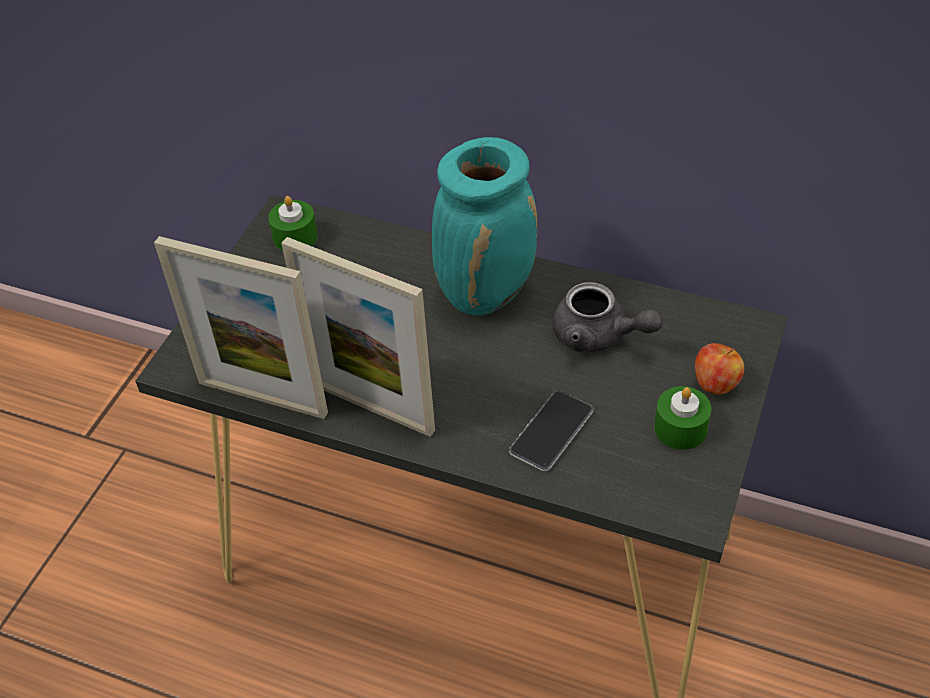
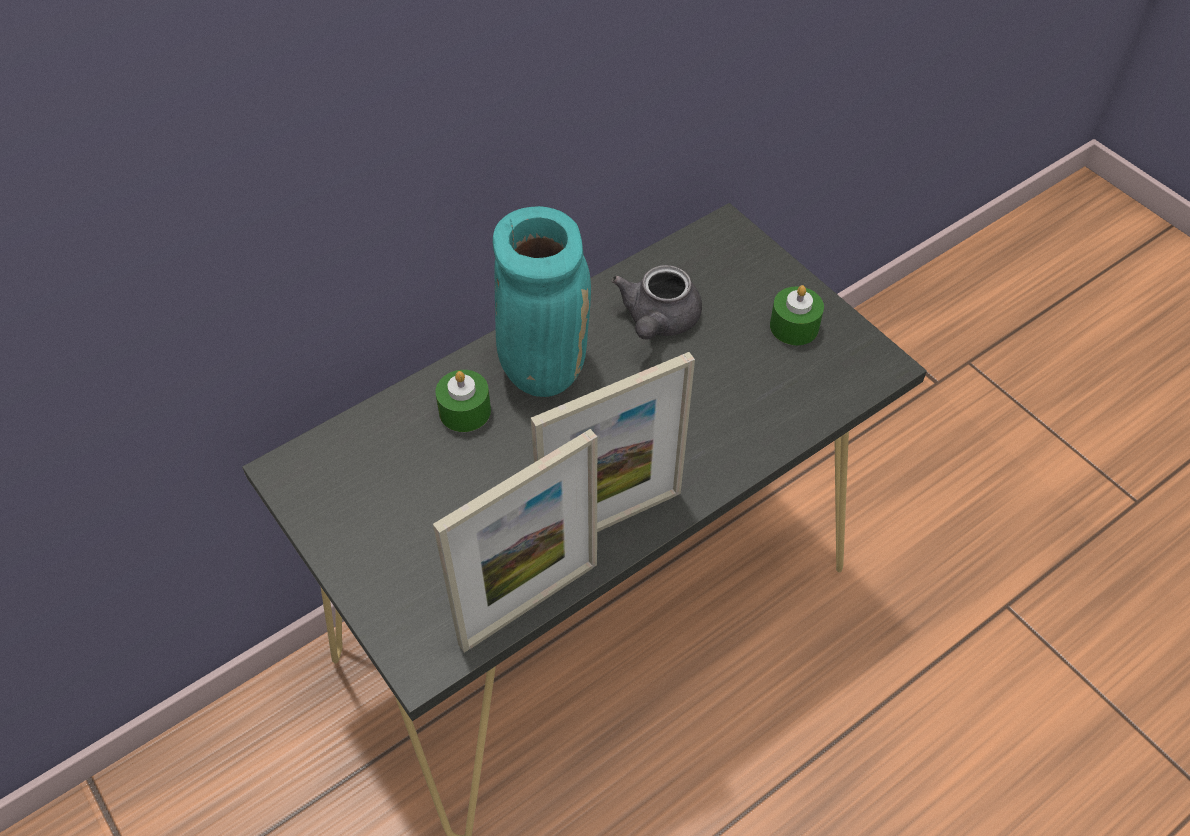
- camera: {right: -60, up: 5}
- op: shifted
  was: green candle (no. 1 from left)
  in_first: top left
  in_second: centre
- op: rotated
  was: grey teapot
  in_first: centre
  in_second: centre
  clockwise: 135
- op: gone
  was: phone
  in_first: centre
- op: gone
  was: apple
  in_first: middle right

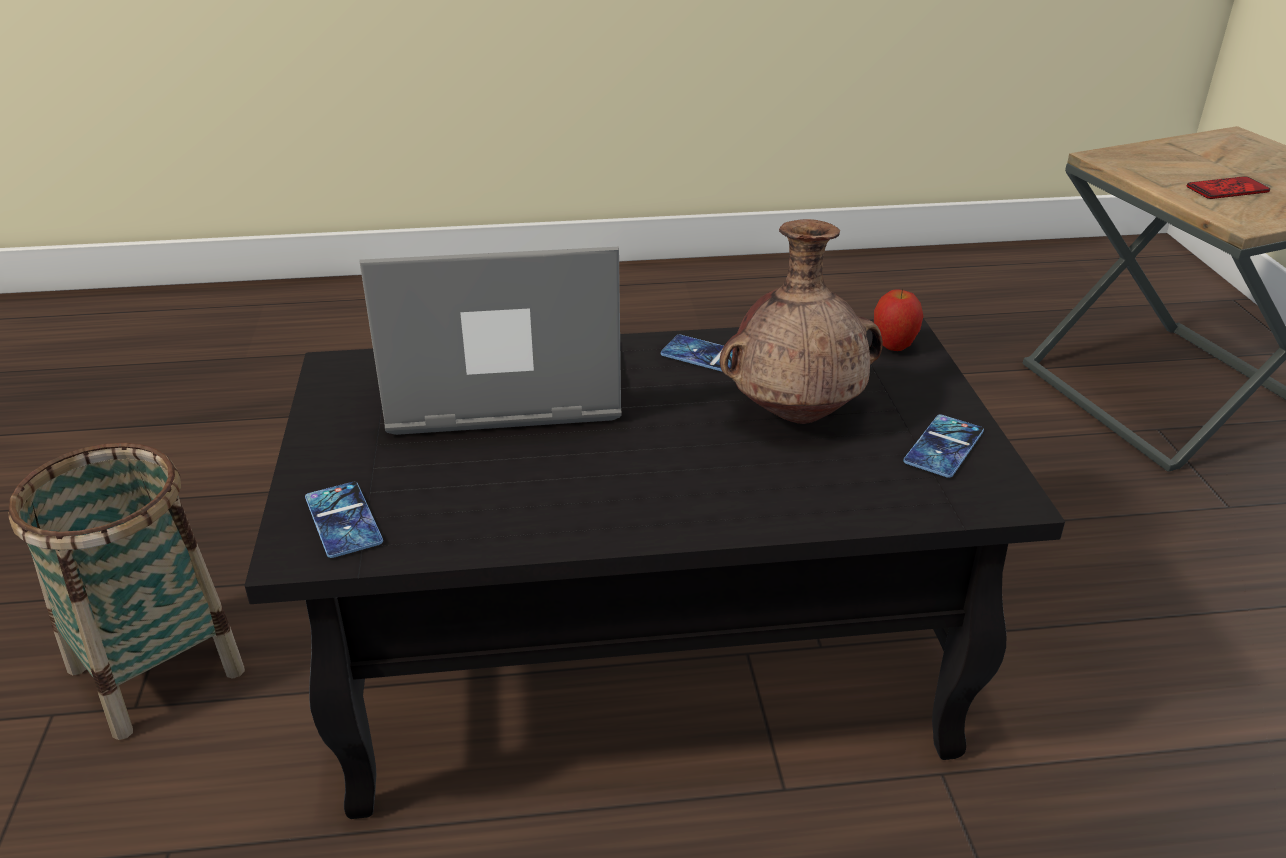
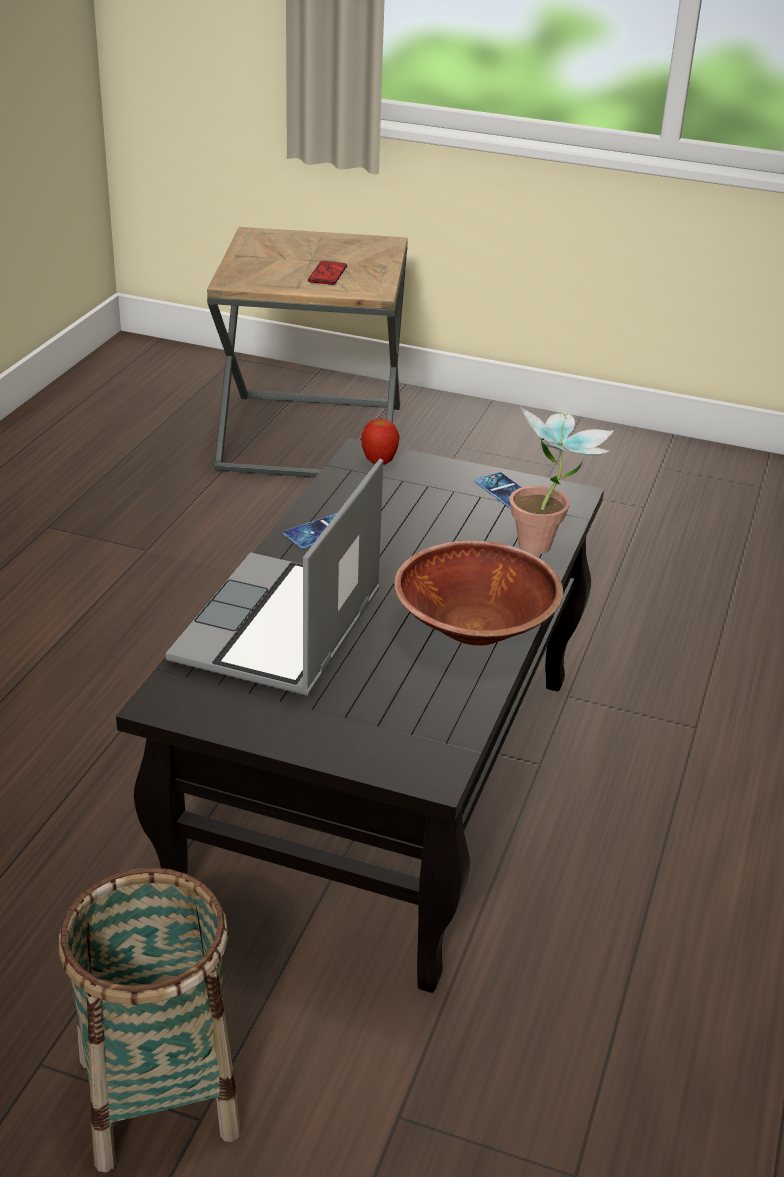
- camera: {right: -65, up: 0}
- op: new
  now: brown bowl
  in_second: centre
- op: new
  now: potted plant
  in_second: middle right
- op: gone
  was: phone (no. 1 from left)
  in_first: middle left
- op: gone
  was: brown vase
  in_first: centre

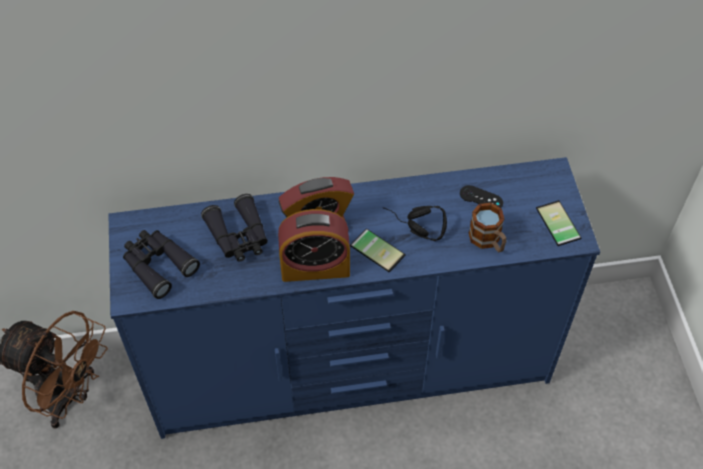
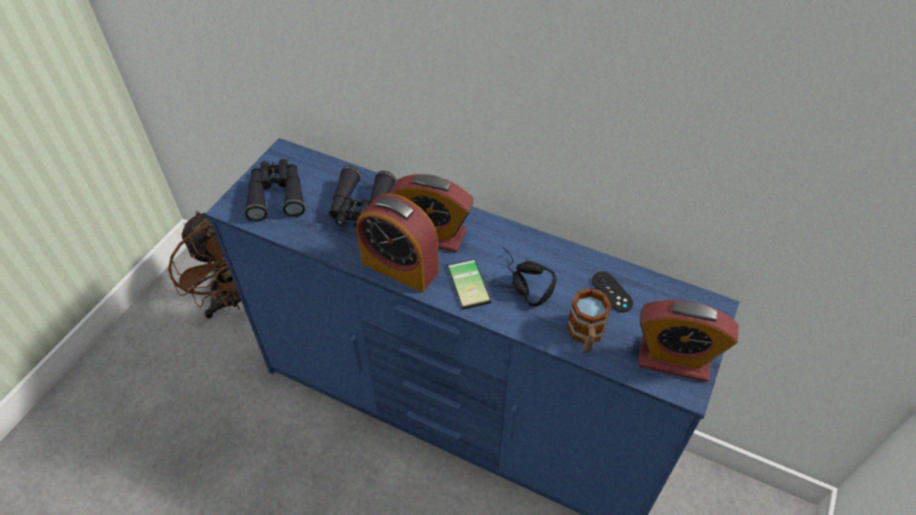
- camera: {right: 35, up: -5}
- op: swapped
  was: phone (no. 2 from left)
  now: alarm clock (no. 3 from left)
  in_first: middle right
  in_second: middle right

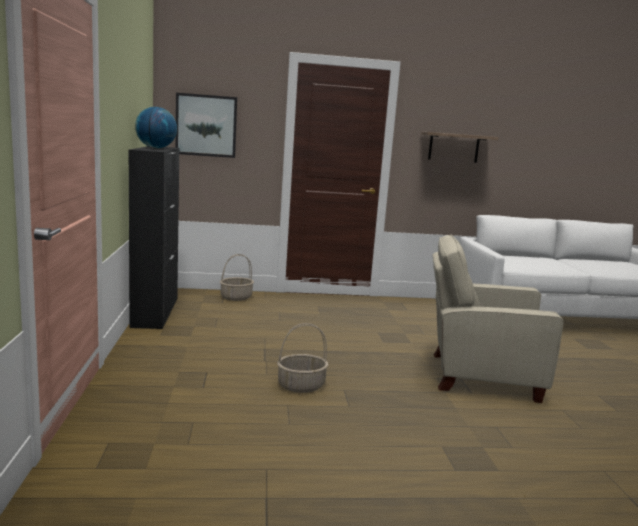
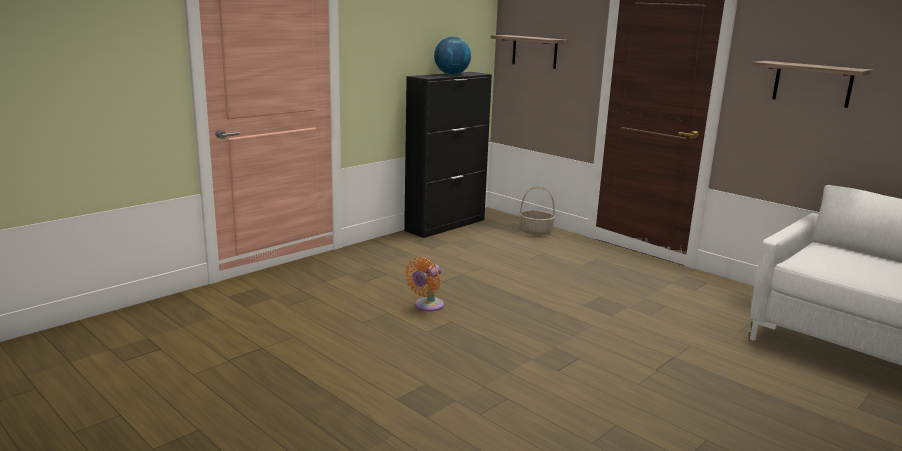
- camera: {right: 50, up: 5}
- op: swapped
  was: basket (no. 2 from left)
  now: orange fan
  in_first: bottom centre
  in_second: centre
- op: swapped
  was: picture
  now: shelf (no. 1 from left)
  in_first: top left
  in_second: top centre
- op: gone
  was: beige armchair
  in_first: middle right

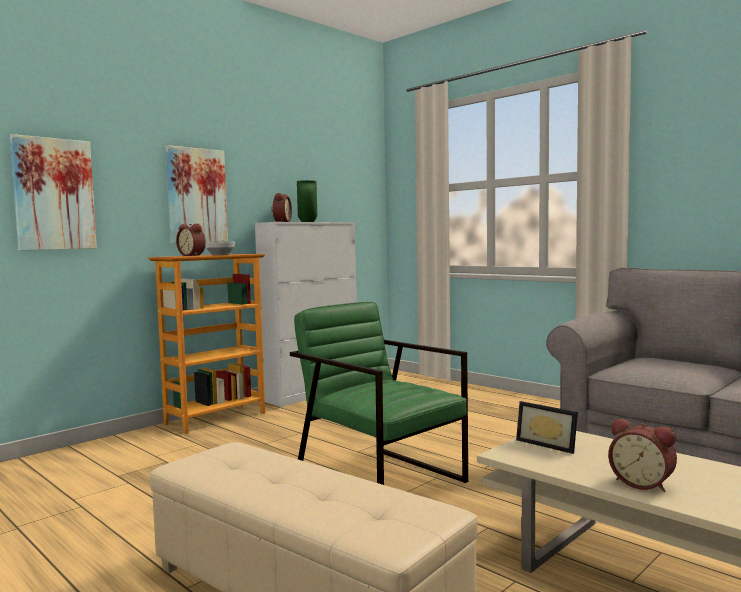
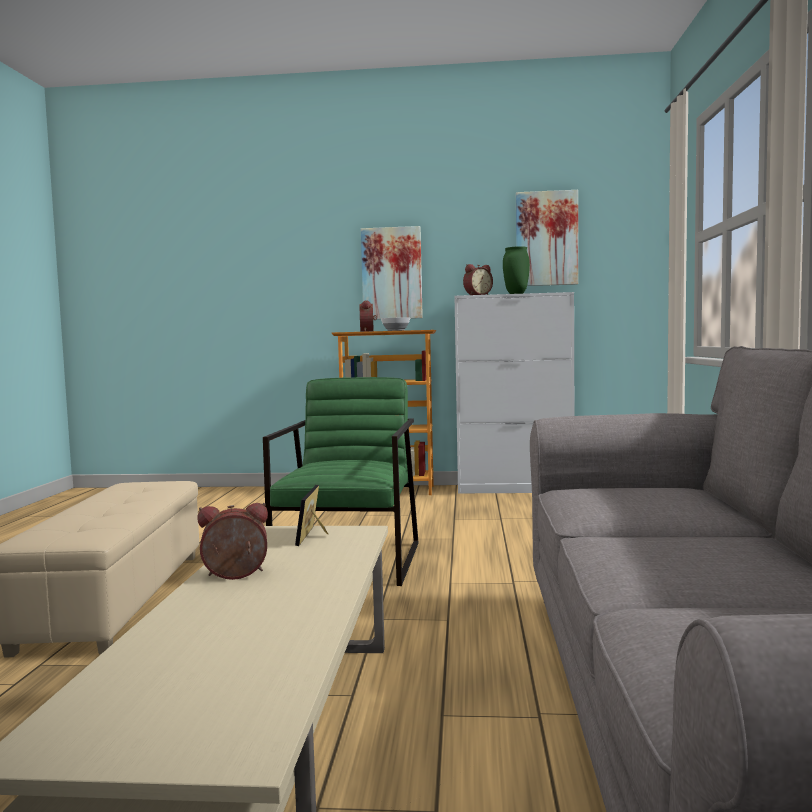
- camera: {right: 50, up: 0}
- op: rotated
  was: alarm clock (no. 3 from left in the first image)
  in_first: bottom right
  in_second: middle left
  clockwise: 75
- op: shifted
  was: picture (no. 1 from left in the first image)
  now: picture (no. 2 from left)
  in_first: top left
  in_second: top right

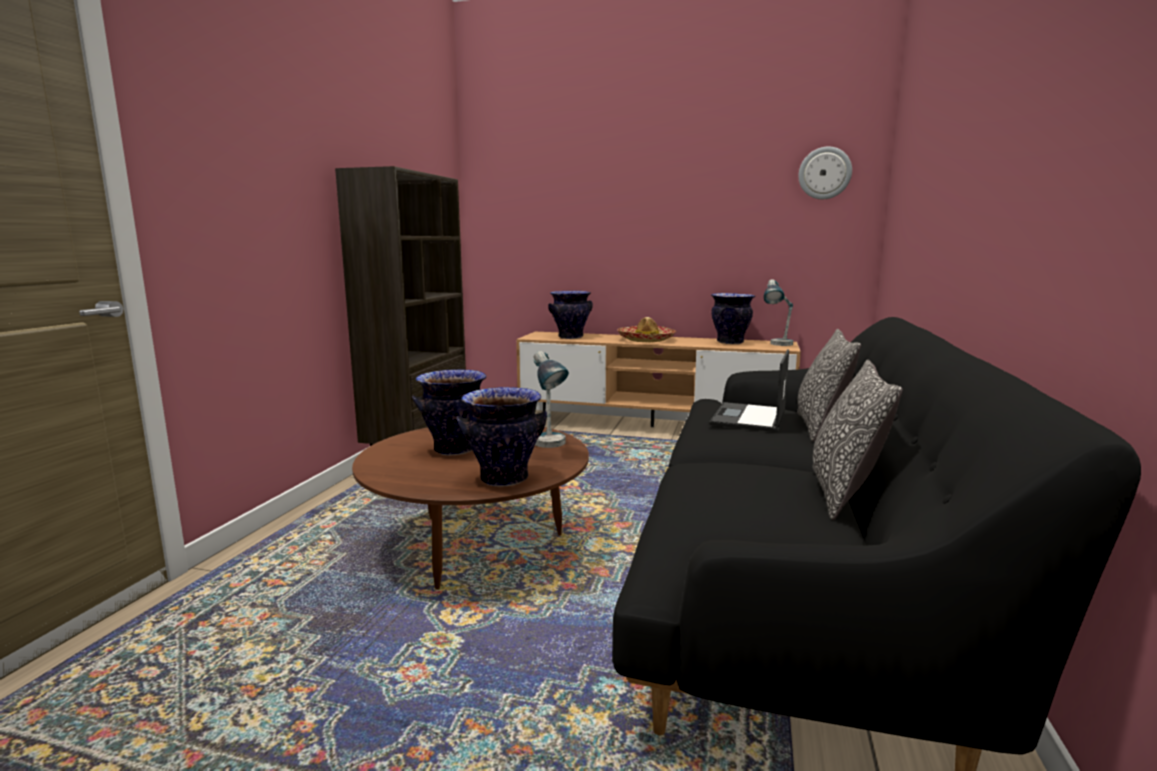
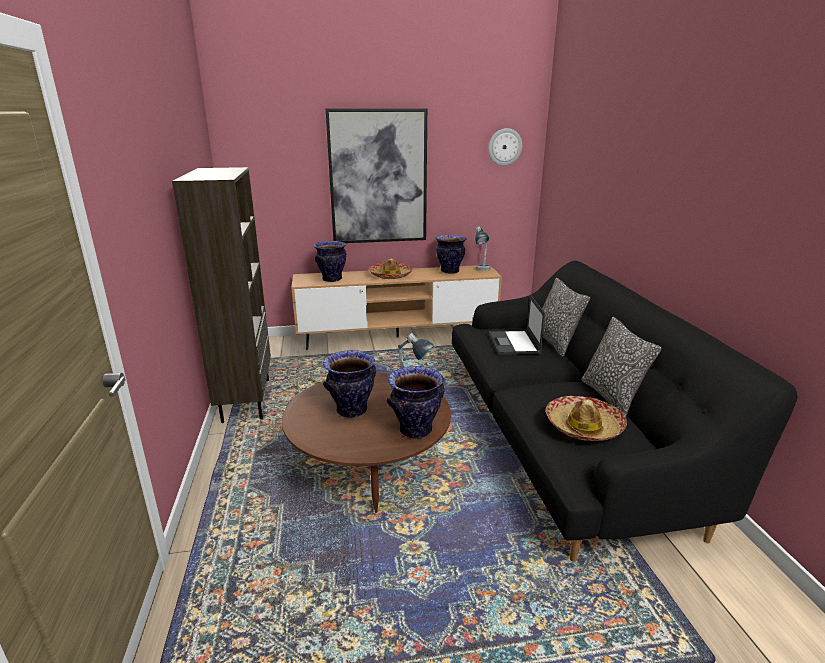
- camera: {right: -25, up: 10}
- op: new
  now: picture
  in_second: top centre
- op: new
  now: hat (no. 2 from left)
  in_second: middle right

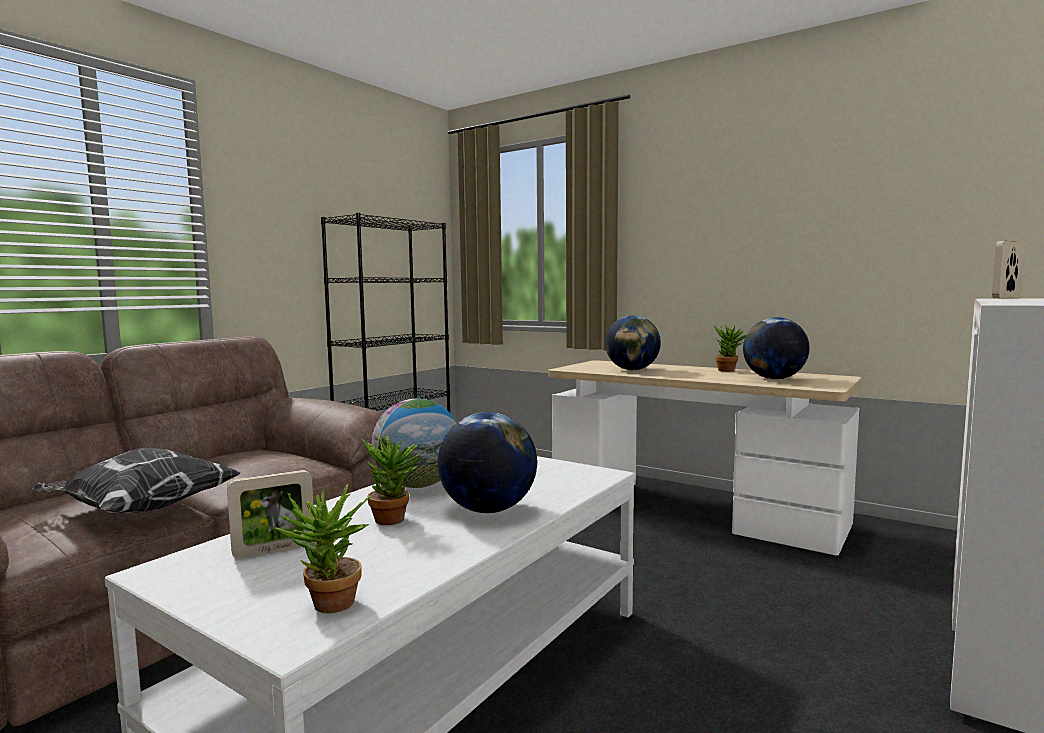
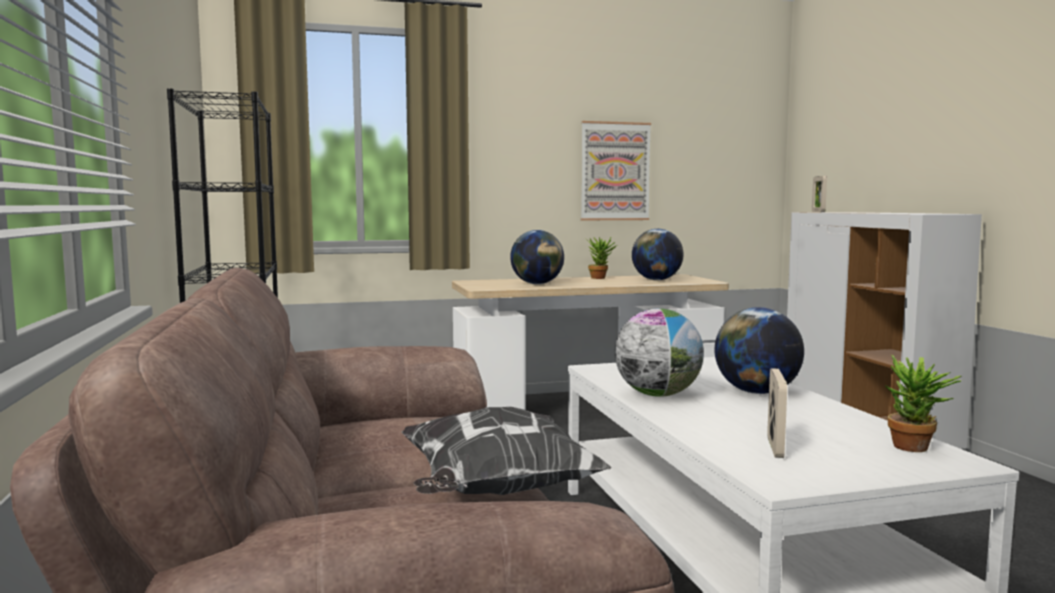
- camera: {right: -50, up: 0}
- op: new
  now: picture
  in_second: top centre
- op: gone
  was: potted plant (no. 2 from left)
  in_first: centre

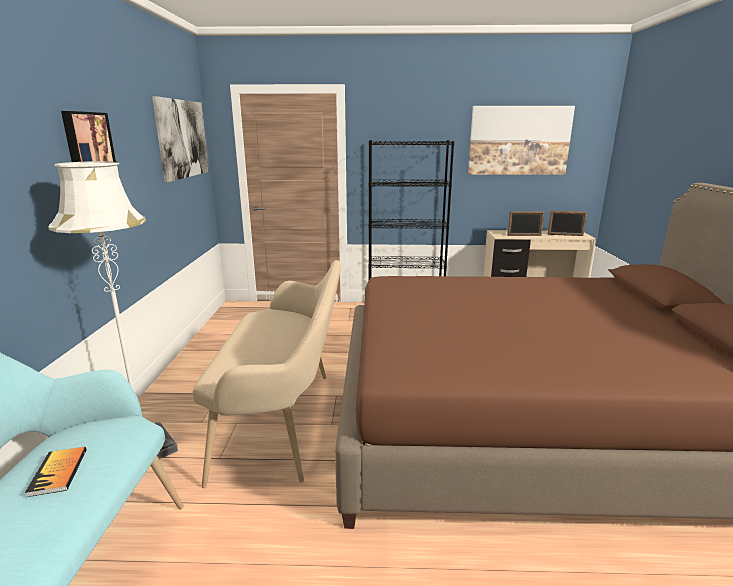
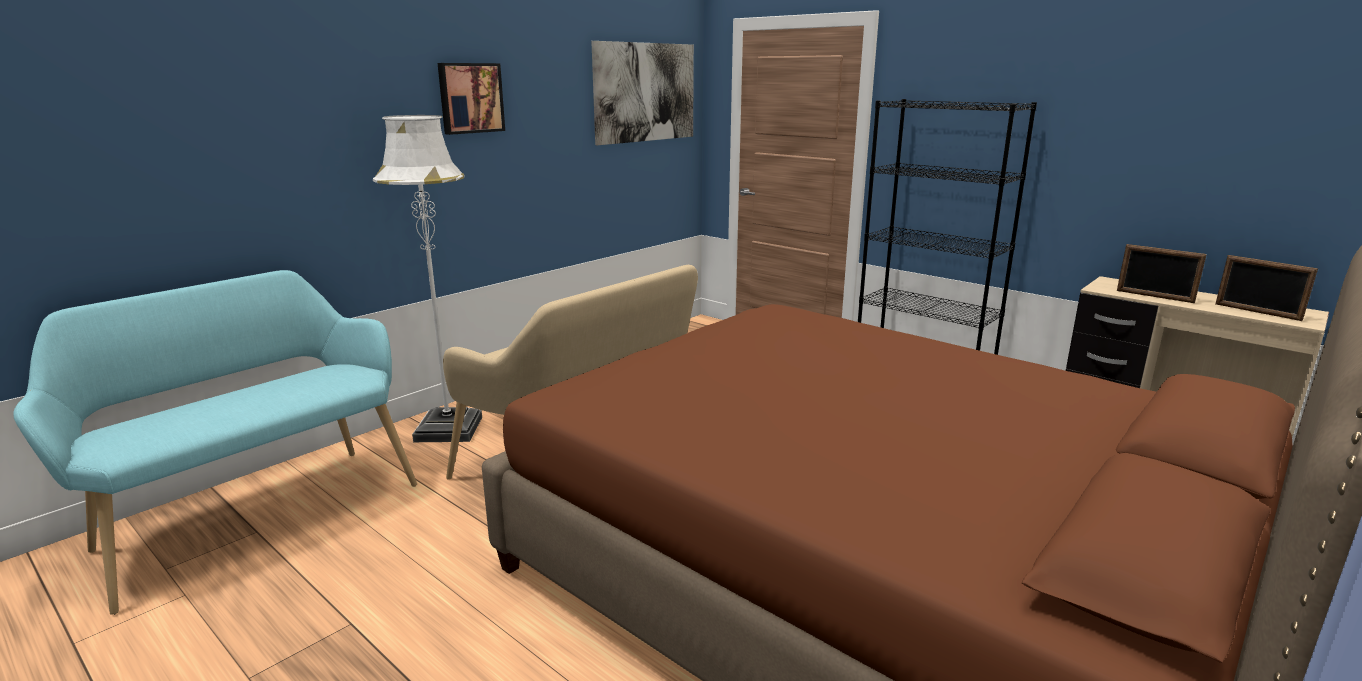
- camera: {right: 40, up: 0}
- op: gone
  was: book
  in_first: bottom left
- op: gone
  was: picture (no. 3 from left)
  in_first: top right

